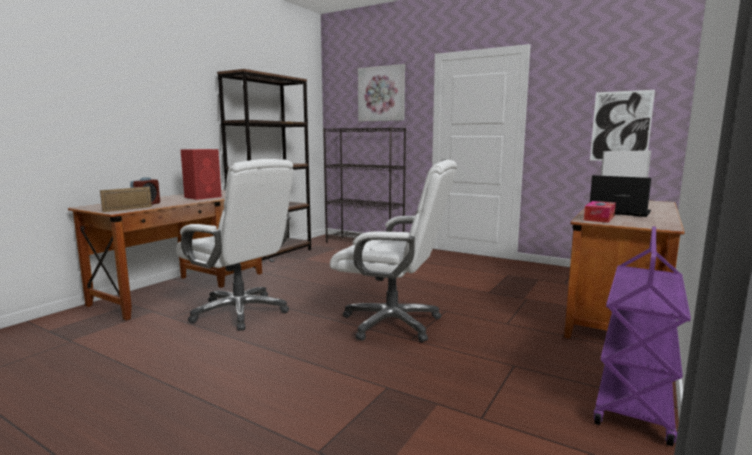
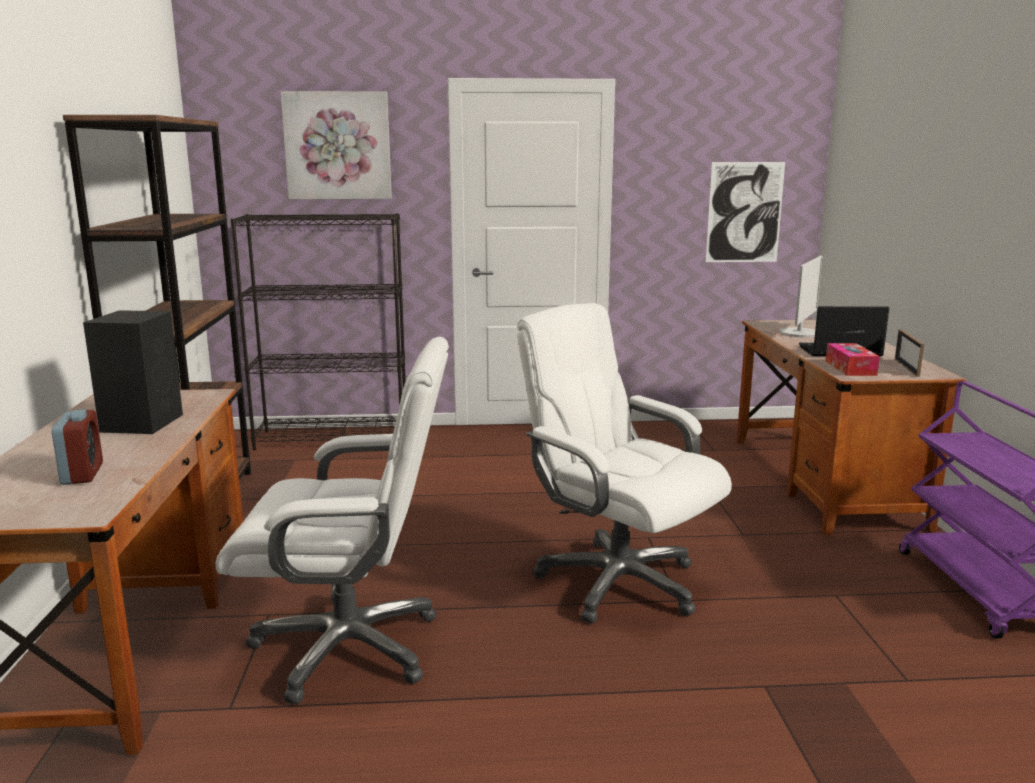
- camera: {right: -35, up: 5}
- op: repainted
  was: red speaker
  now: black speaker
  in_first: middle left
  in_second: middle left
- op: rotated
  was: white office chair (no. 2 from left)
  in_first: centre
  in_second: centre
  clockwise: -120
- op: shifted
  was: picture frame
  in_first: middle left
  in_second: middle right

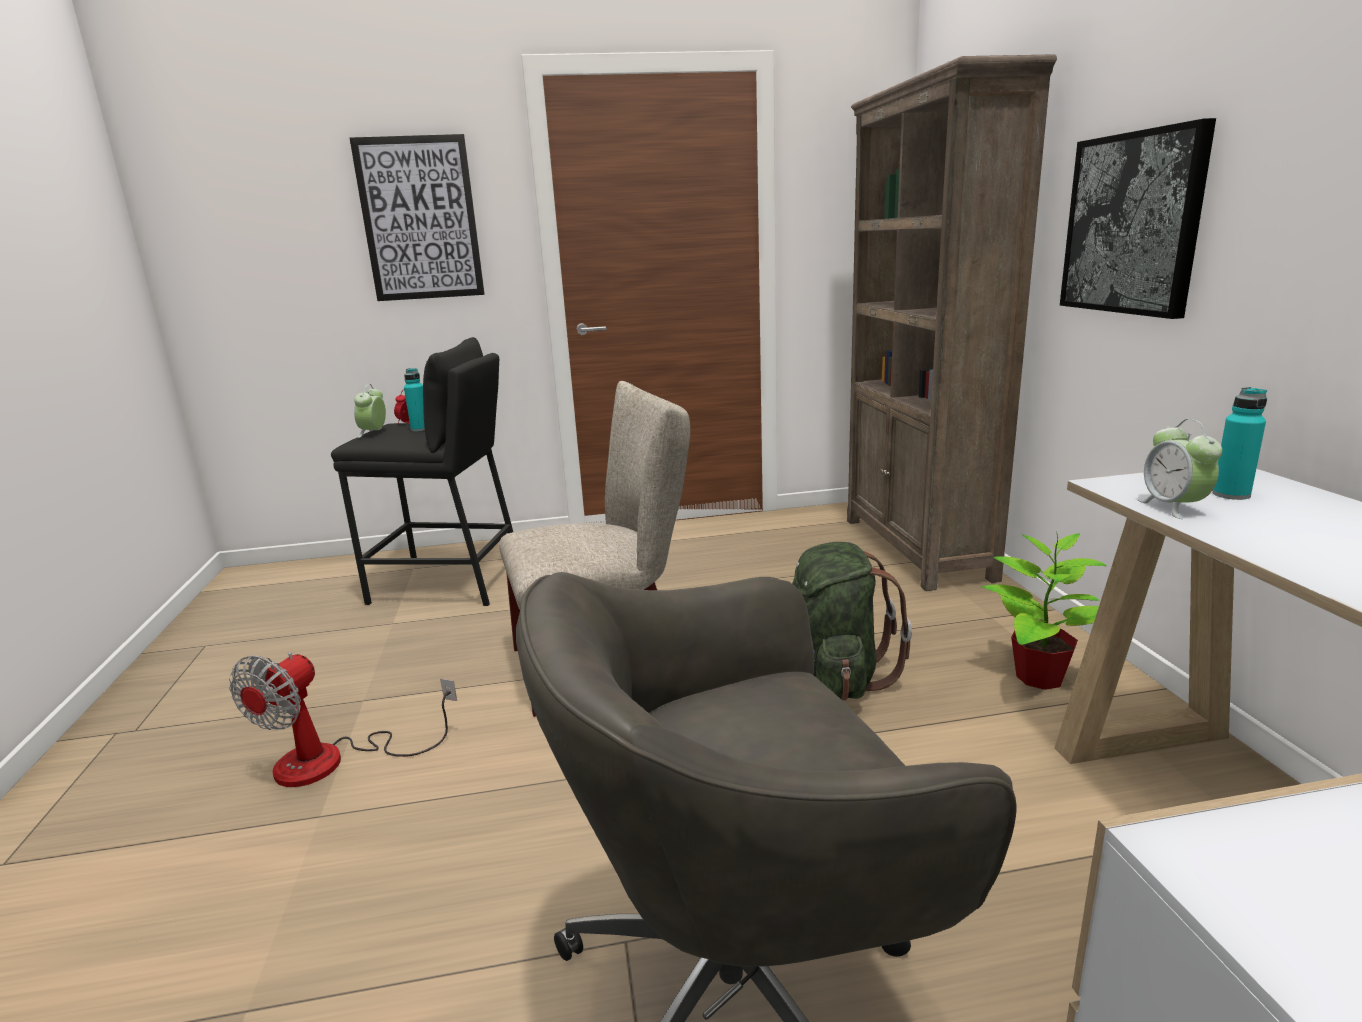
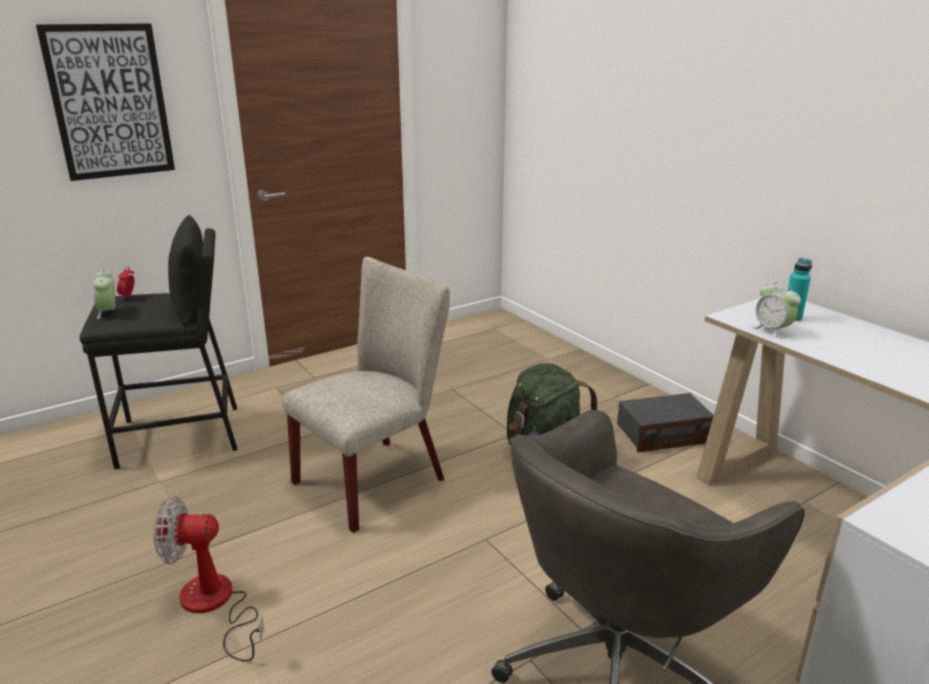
- camera: {right: -25, up: 5}
- op: rotated
  was: fan
  in_first: bottom left
  in_second: bottom left
  clockwise: 90
- op: swapped
  was: potted plant
  now: radio
  in_first: middle right
  in_second: middle right
- op: gone
  was: turquoise bottle (no. 1 from left)
  in_first: middle left
- op: gone
  was: brown bookcase
  in_first: top right
- op: gone
  was: picture (no. 2 from left)
  in_first: top right

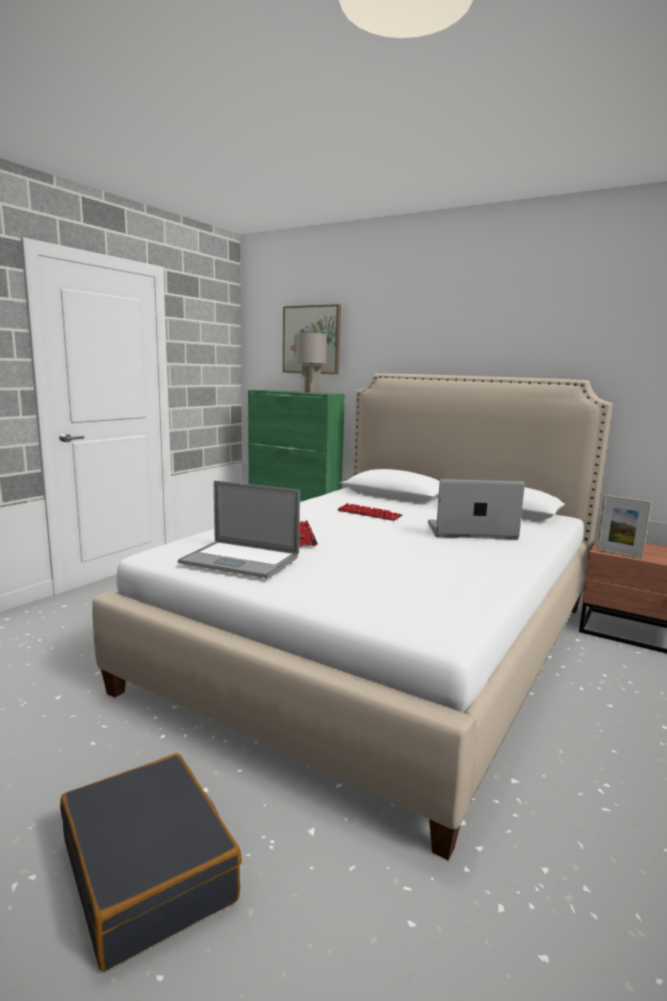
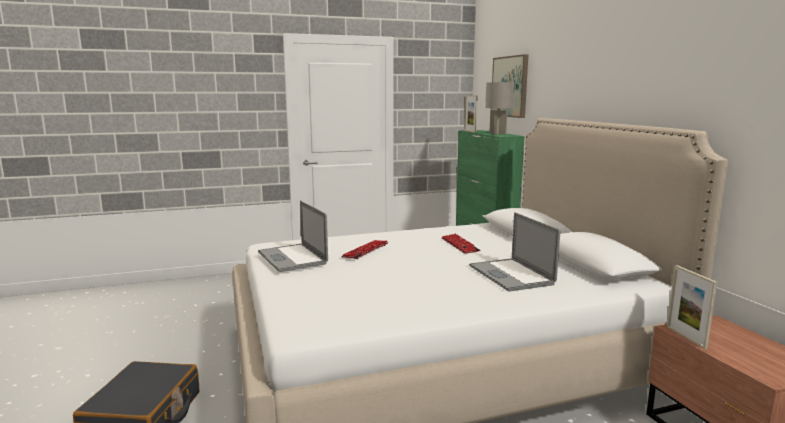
- camera: {right: 40, up: 0}
- op: new
  now: picture frame (no. 1 from left)
  in_second: top centre
- op: rotated
  was: laptop (no. 2 from left)
  in_first: middle right
  in_second: centre
  clockwise: -150

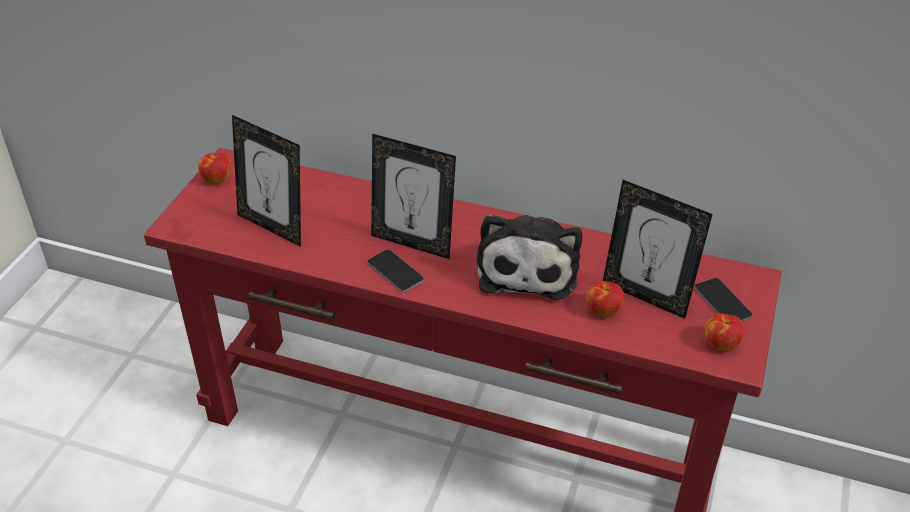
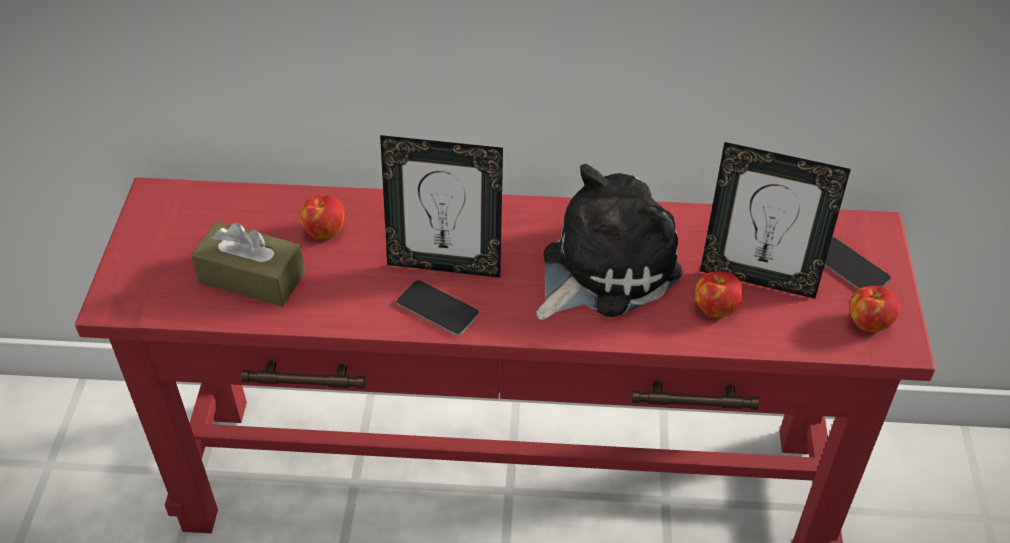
- camera: {right: -15, up: 5}
- op: swapped
  was: picture frame (no. 1 from left)
  now: brown tissue box
  in_first: middle left
  in_second: middle left
- op: shifted
  was: apple (no. 1 from left)
  in_first: top left
  in_second: middle left
- op: rotated
  was: plush toy
  in_first: centre
  in_second: centre
  clockwise: -120

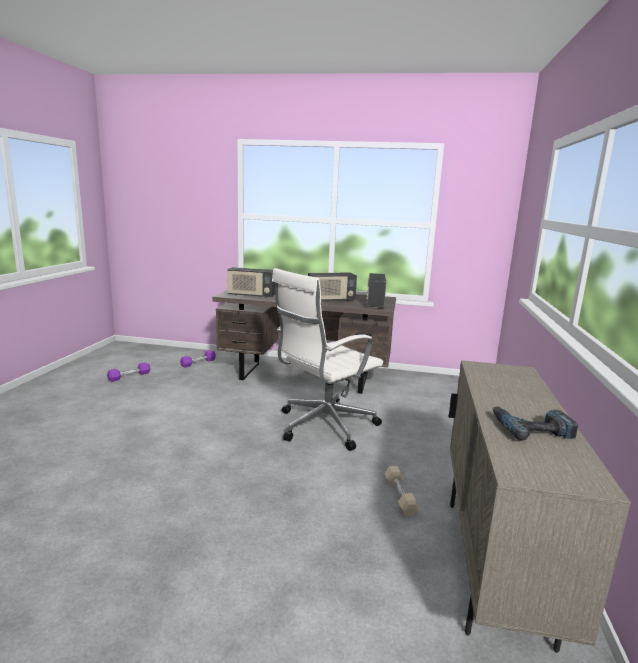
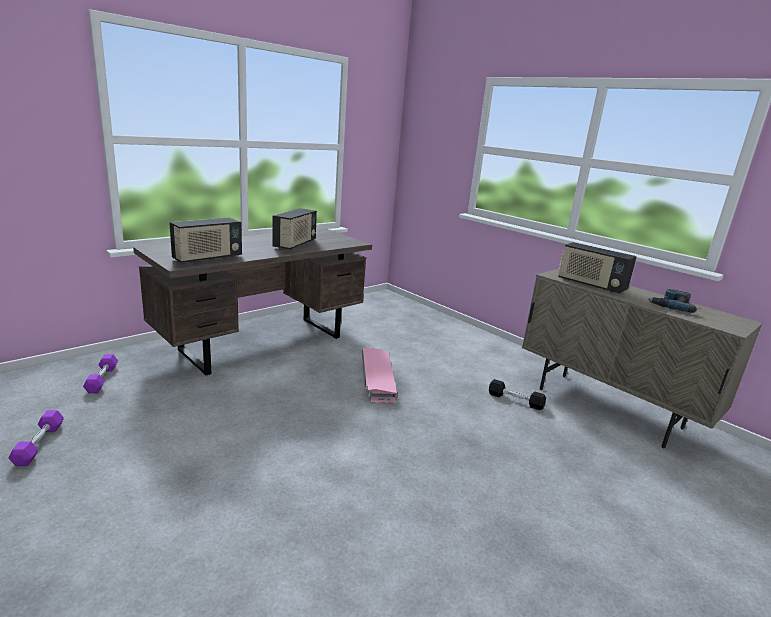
- camera: {right: -55, up: 5}
- op: swapped
  was: white office chair
  now: pink storage box
  in_first: centre
  in_second: centre
- op: repainted
  was: beige dumbbell
  now: black dumbbell
  in_first: bottom centre
  in_second: middle right
- op: shifted
  was: radio (no. 3 from left)
  in_first: centre
  in_second: middle right

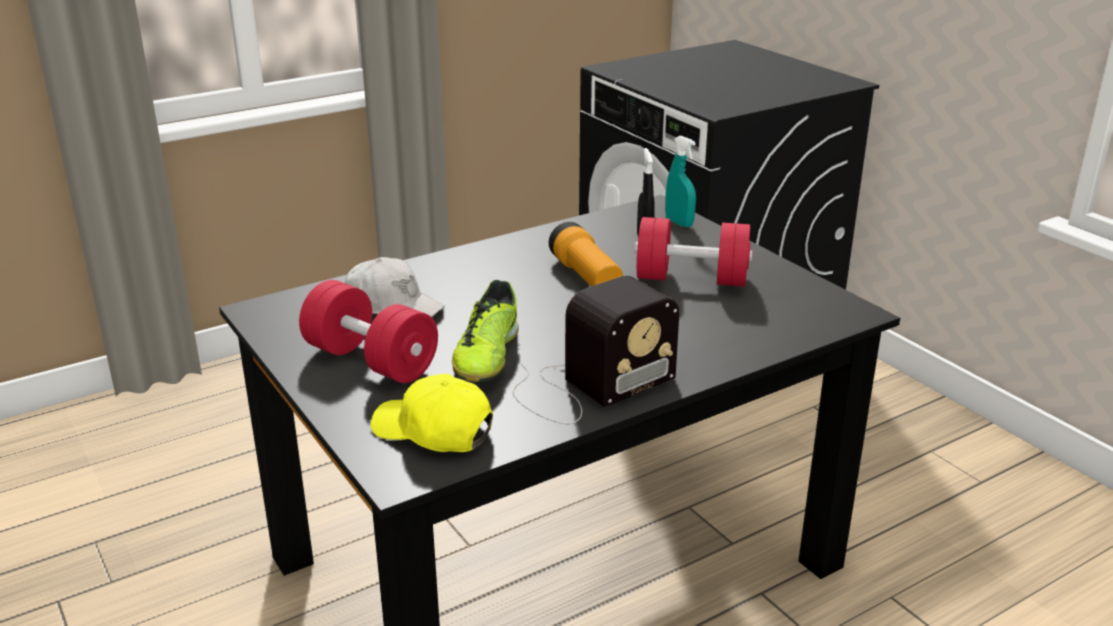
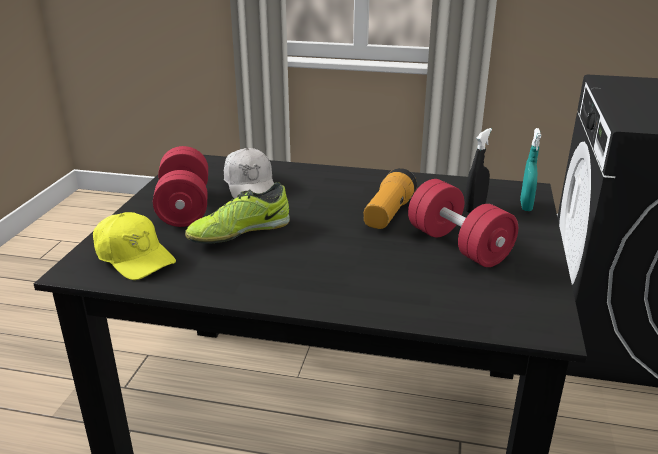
- camera: {right: 45, up: 0}
- op: rotated
  was: yellow cap
  in_first: centre
  in_second: middle left
  clockwise: 150
- op: gone
  was: radio
  in_first: centre

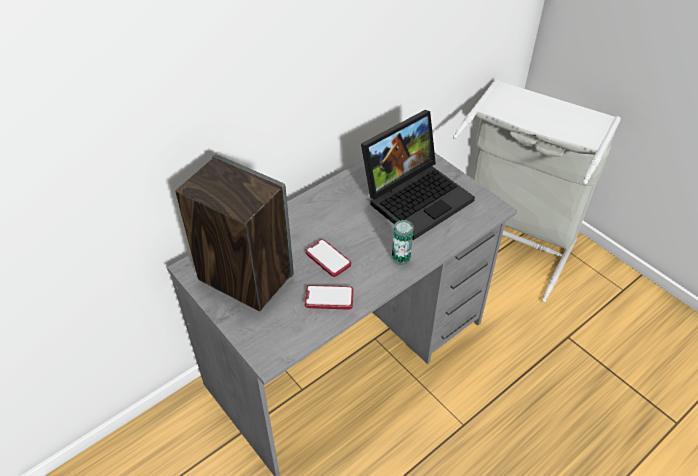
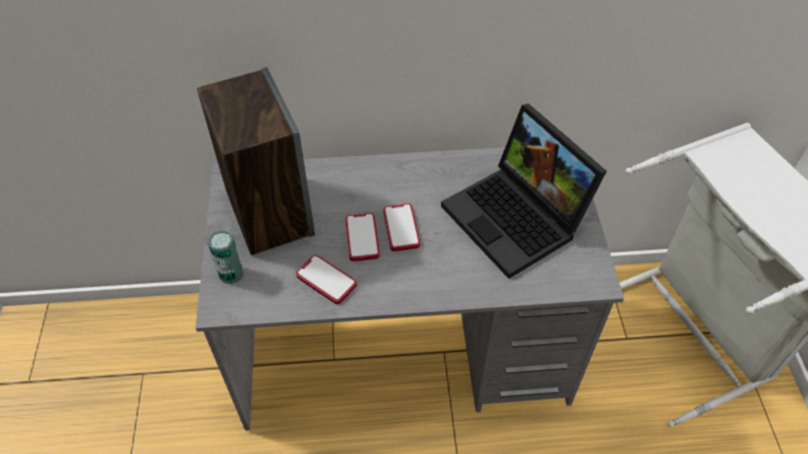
- camera: {right: 35, up: 5}
- op: shifted
  was: can
  in_first: centre
  in_second: middle left
- op: new
  now: phone (no. 3 from left)
  in_second: centre
- op: rotated
  was: laptop
  in_first: centre
  in_second: centre
  clockwise: 60

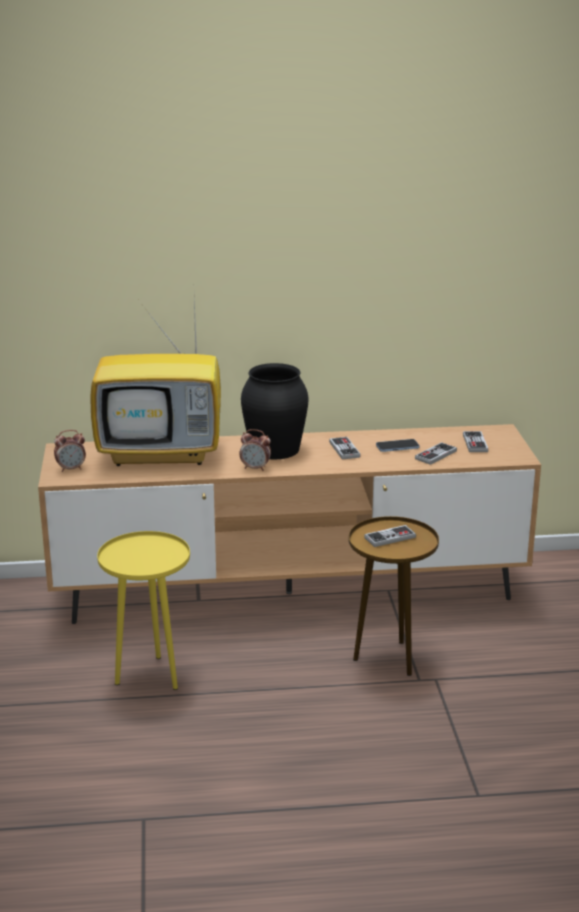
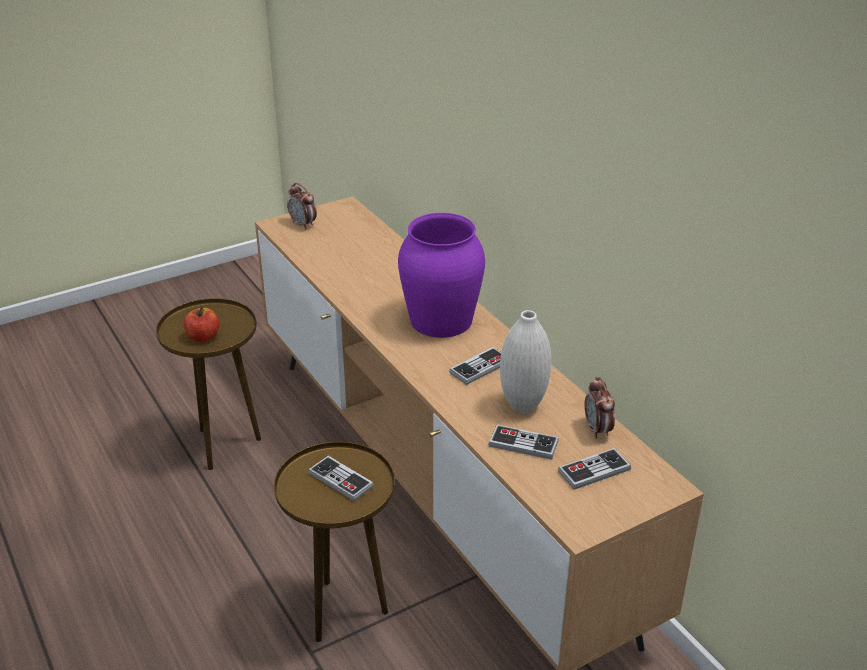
- camera: {right: 65, up: 10}
- op: repainted
  was: yellow side table
  now: brown side table (no. 1 from left)
  in_first: bottom left
  in_second: middle left
- op: new
  now: apple
  in_second: middle left
- op: repainted
  was: black vase
  now: purple vase
  in_first: centre
  in_second: centre
- op: swapped
  was: phone
  now: white vase
  in_first: middle right
  in_second: centre
- op: shifted
  was: alarm clock (no. 2 from left)
  in_first: centre
  in_second: middle right
- op: gone
  was: television
  in_first: middle left

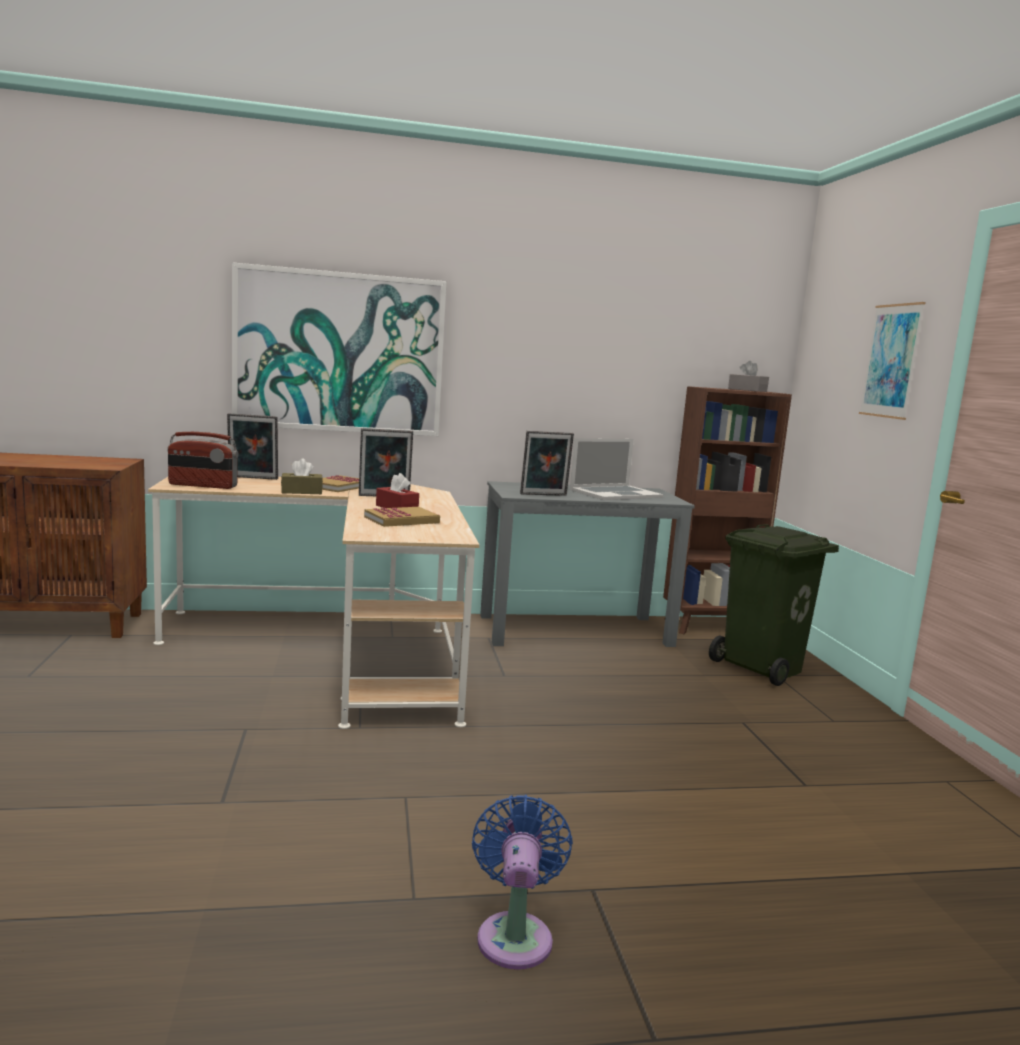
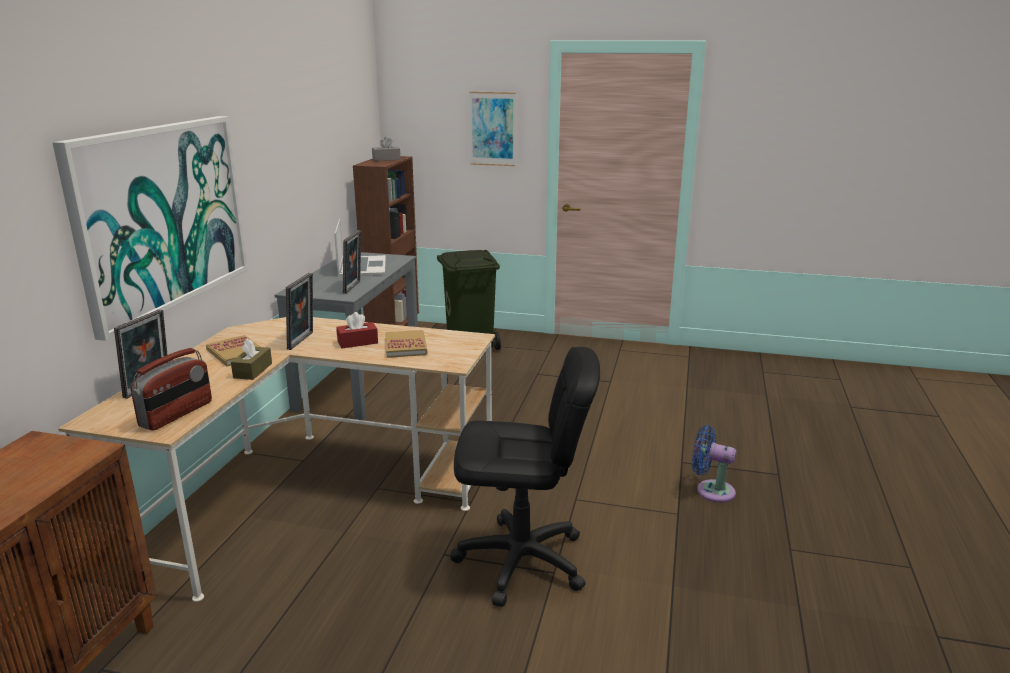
- camera: {right: -65, up: 10}
- op: new
  now: black office chair
  in_second: bottom centre

